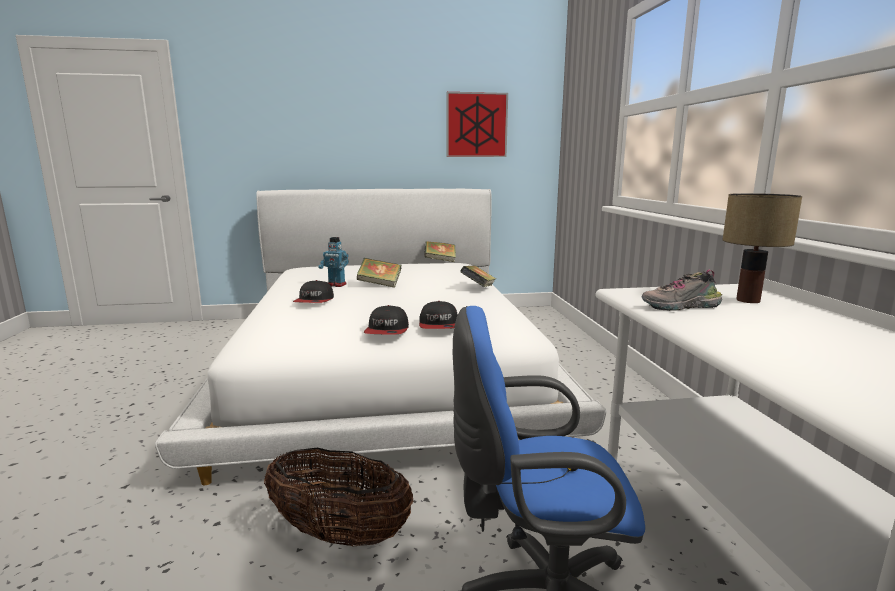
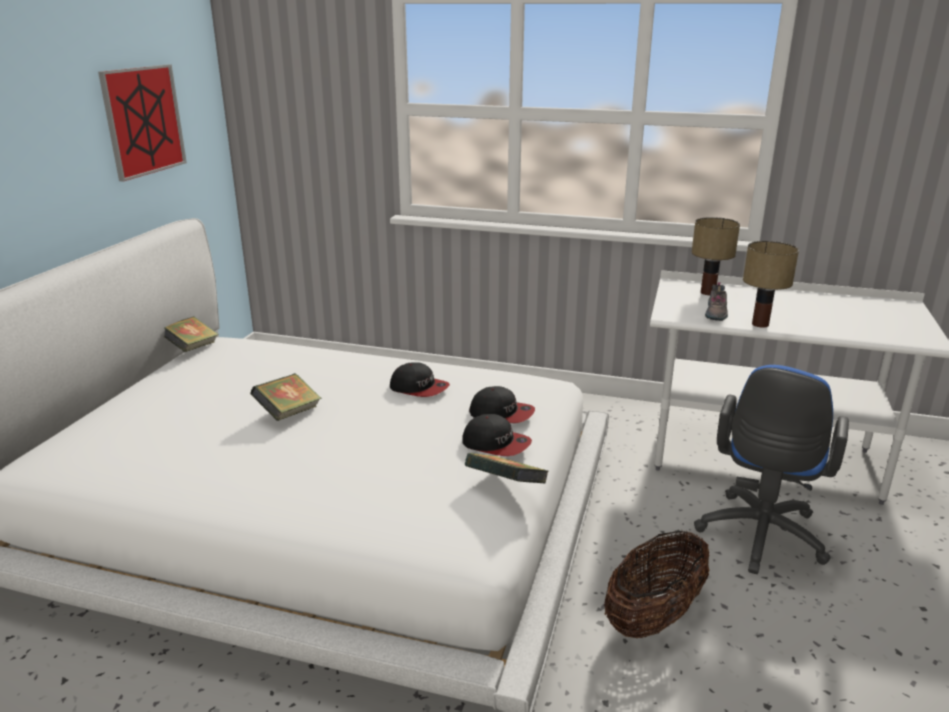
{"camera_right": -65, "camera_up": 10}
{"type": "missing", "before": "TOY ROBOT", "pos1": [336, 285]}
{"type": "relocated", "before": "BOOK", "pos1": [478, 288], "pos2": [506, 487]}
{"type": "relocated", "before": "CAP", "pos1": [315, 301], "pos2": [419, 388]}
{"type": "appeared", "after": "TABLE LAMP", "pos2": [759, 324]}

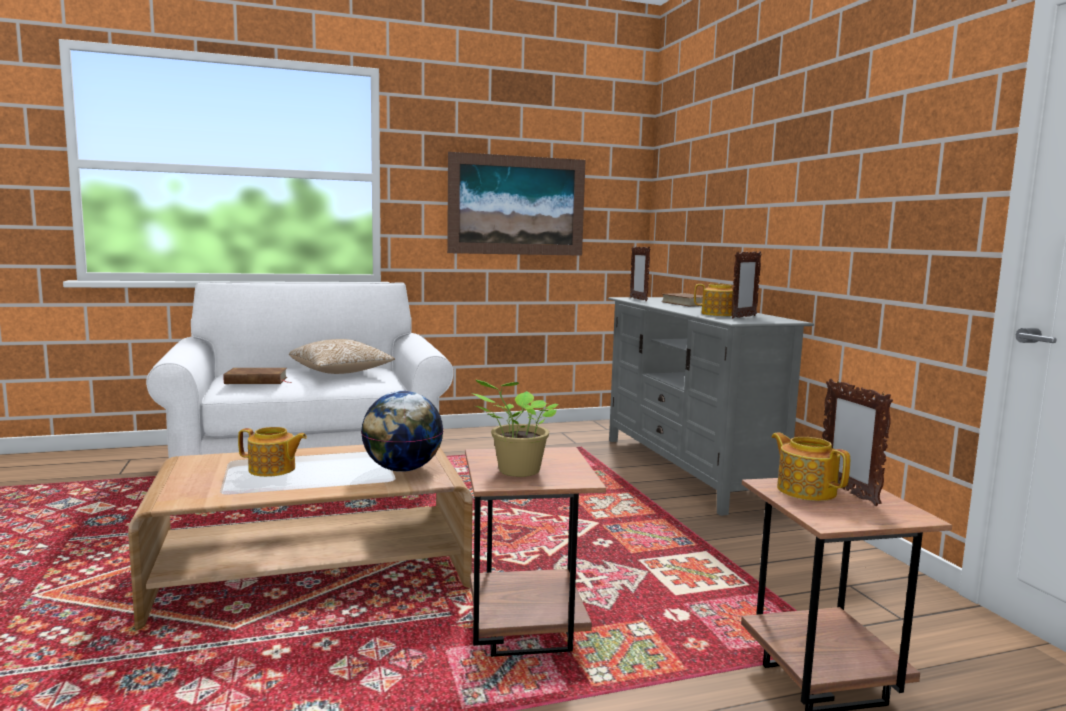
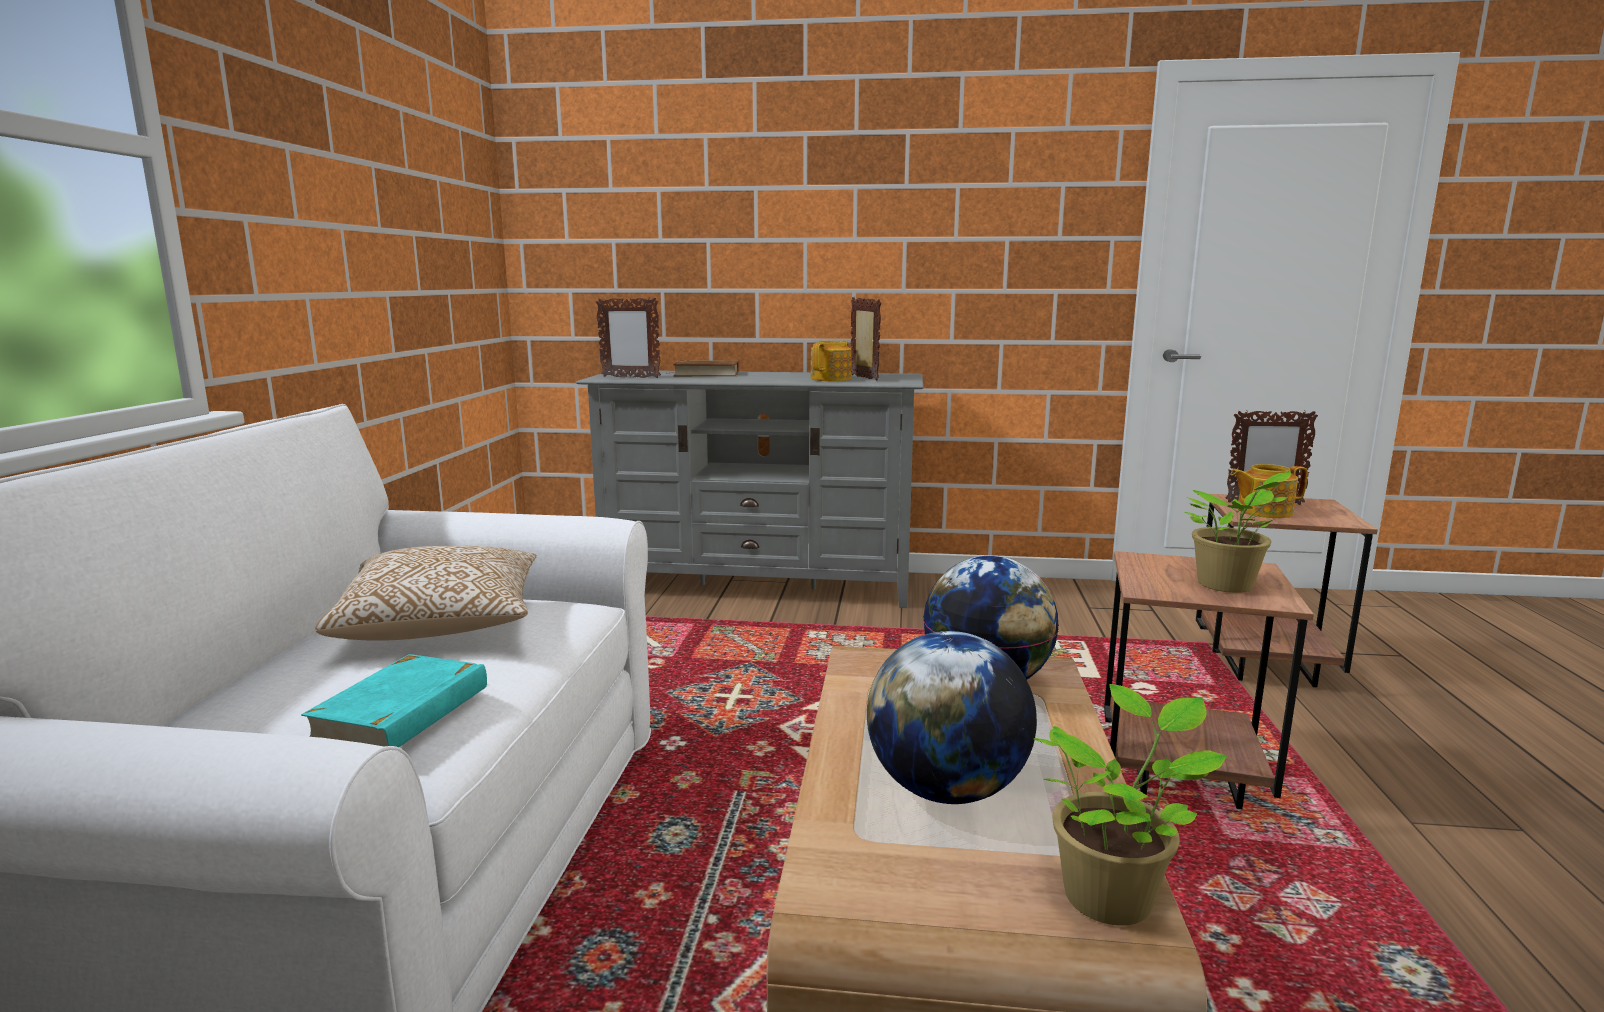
{"camera_right": -65, "camera_up": 5}
{"type": "missing", "before": "PICTURE", "pos1": [517, 205]}
{"type": "colour", "before": "BROWN BOOK", "after": "TURQUOISE BOOK", "pos1": [256, 380], "pos2": [403, 712]}
{"type": "exchanged", "before": "TEAPOT", "after": "GLOBE", "pos1": [273, 469], "pos2": [947, 790]}
{"type": "appeared", "after": "POTTED PLANT", "pos2": [1112, 895]}

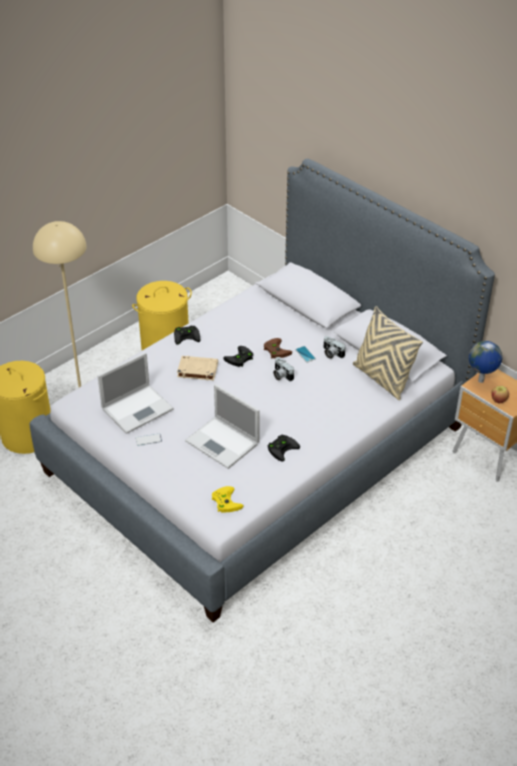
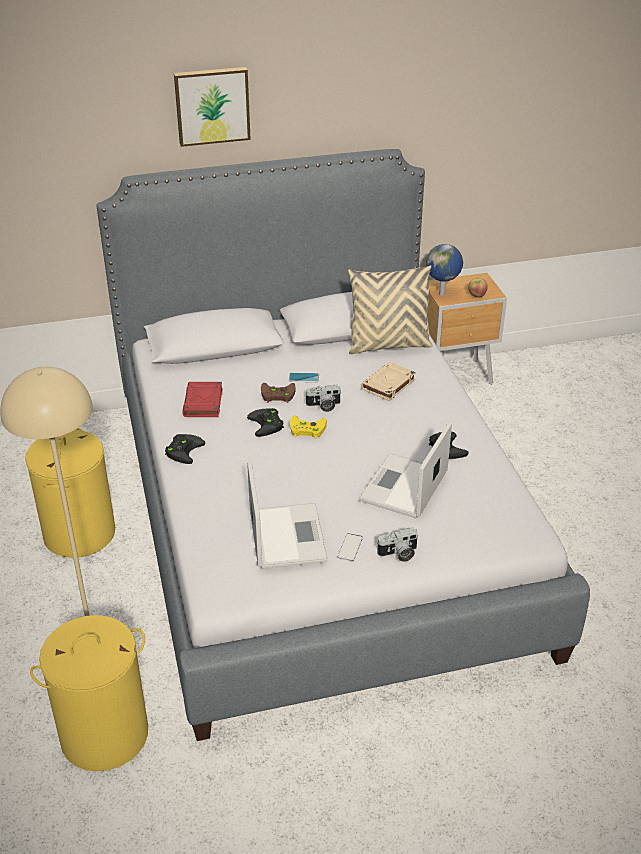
{"camera_right": -60, "camera_up": -5}
{"type": "relocated", "before": "PHOTO CAMERA", "pos1": [331, 353], "pos2": [398, 554]}
{"type": "relocated", "before": "BEIGE BOOK", "pos1": [197, 370], "pos2": [388, 385]}
{"type": "spun", "before": "LAPTOP", "pos1": [223, 443], "pos2": [403, 488], "turn": 135}
{"type": "relocated", "before": "YELLOW GAME CONTROLLER", "pos1": [225, 501], "pos2": [306, 429]}
{"type": "appeared", "after": "PICTURE", "pos2": [212, 105]}
{"type": "appeared", "after": "RED BOOK", "pos2": [203, 403]}

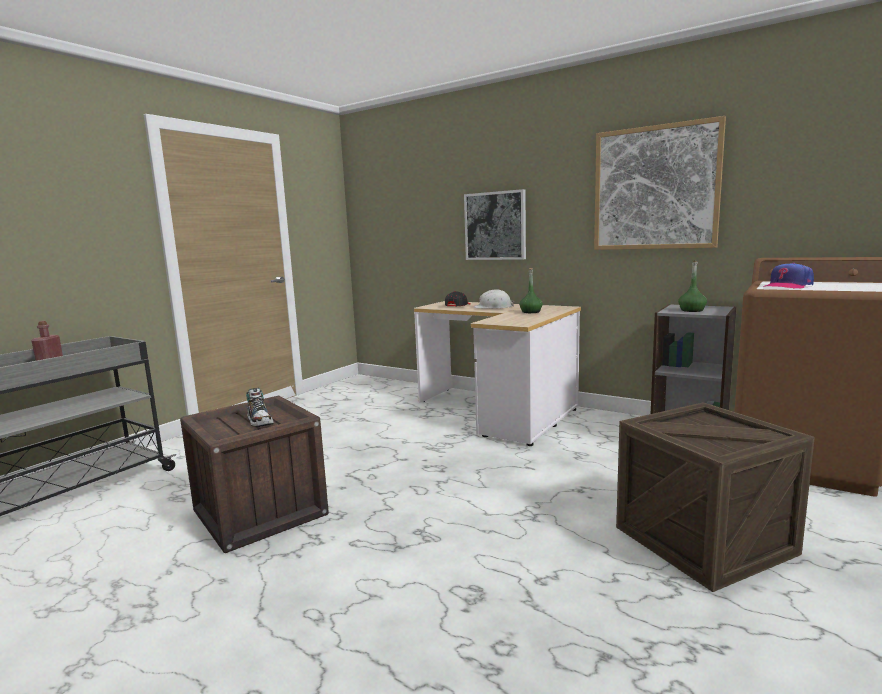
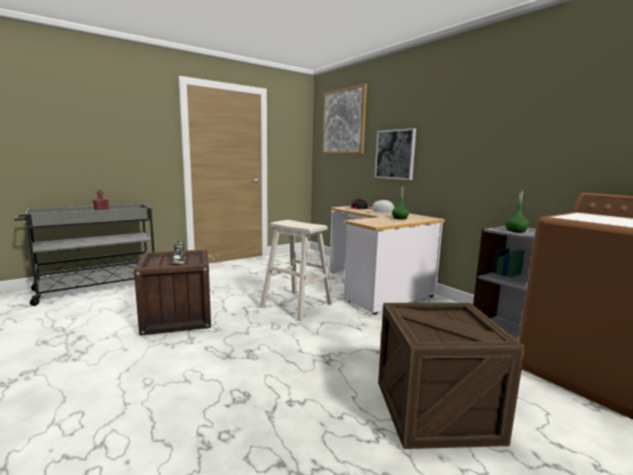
{"camera_right": 20, "camera_up": 0}
{"type": "relocated", "before": "PICTURE", "pos1": [655, 188], "pos2": [344, 121]}
{"type": "missing", "before": "CAP", "pos1": [787, 286]}
{"type": "appeared", "after": "BEIGE STOOL", "pos2": [296, 305]}

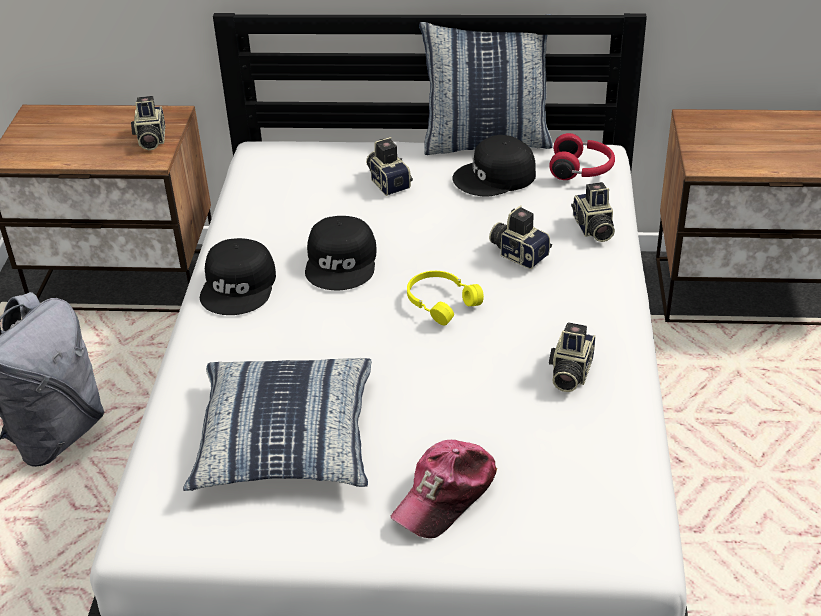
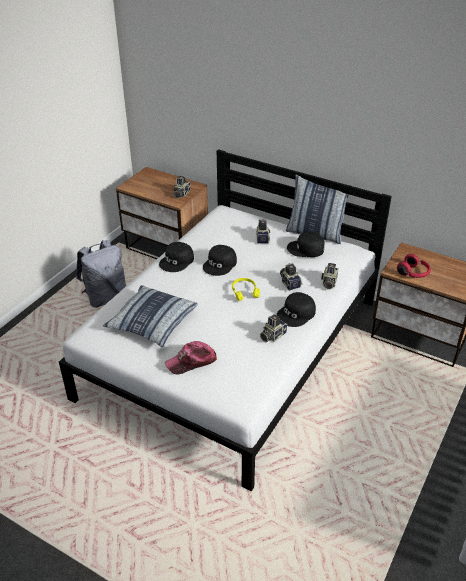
{"camera_right": 25, "camera_up": 0}
{"type": "relocated", "before": "RED HEADPHONES", "pos1": [582, 170], "pos2": [413, 273]}
{"type": "appeared", "after": "BLACK CAP", "pos2": [296, 314]}

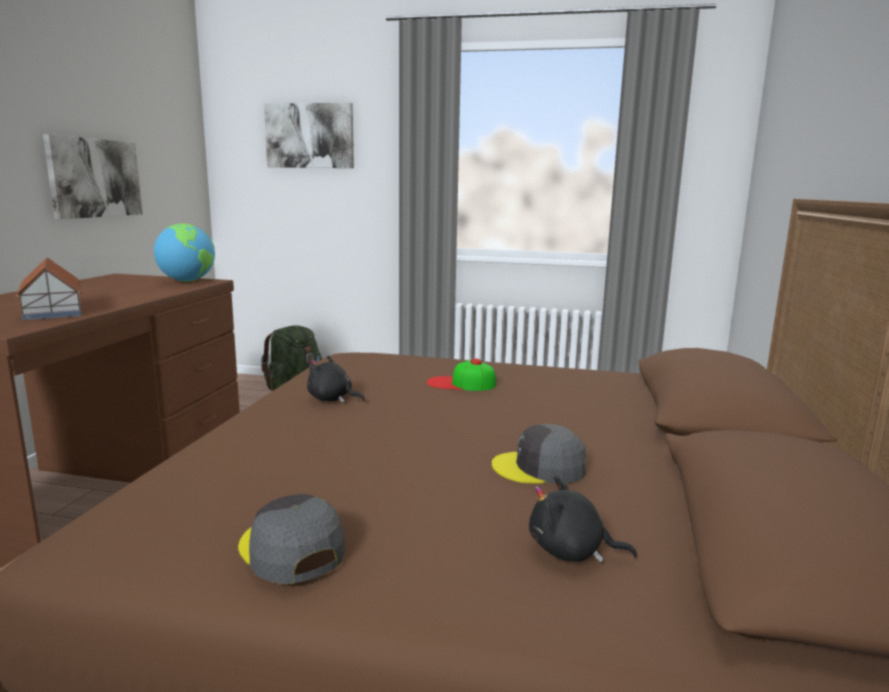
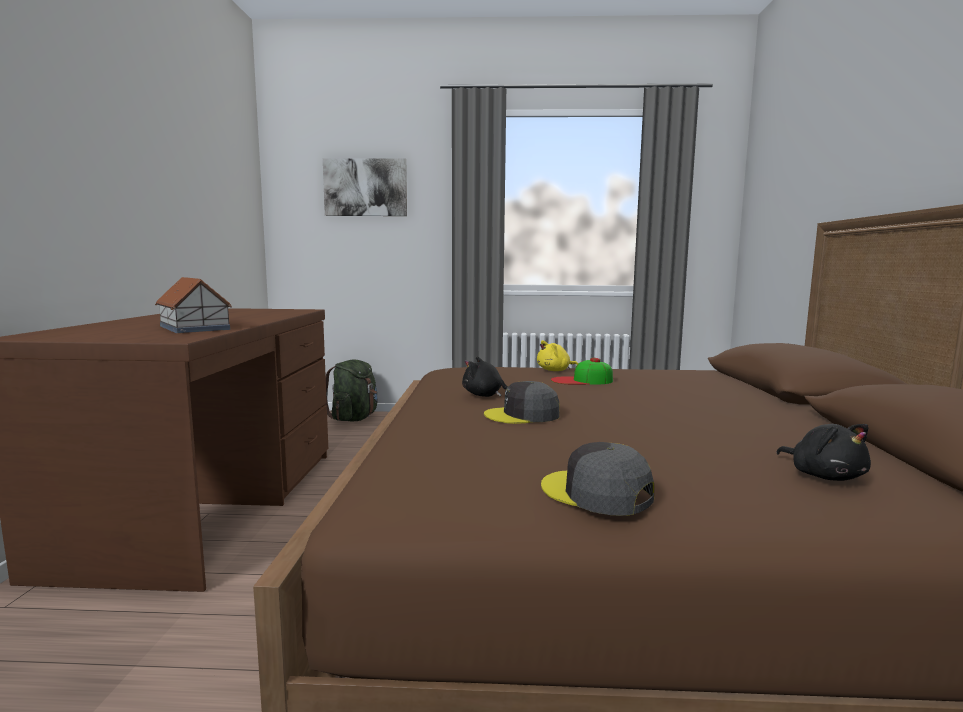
{"camera_right": -10, "camera_up": -5}
{"type": "missing", "before": "PICTURE", "pos1": [94, 178]}
{"type": "missing", "before": "GLOBE", "pos1": [187, 281]}
{"type": "relocated", "before": "GREY CAP", "pos1": [540, 468], "pos2": [522, 415]}
{"type": "spun", "before": "BLACK PLUSH TOY", "pos1": [571, 552], "pos2": [824, 476], "turn": -120}
{"type": "appeared", "after": "YELLOW PLUSH TOY", "pos2": [555, 370]}

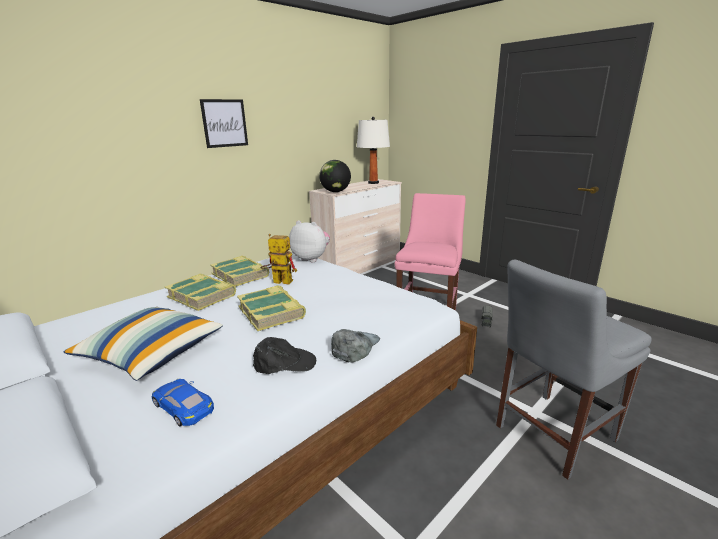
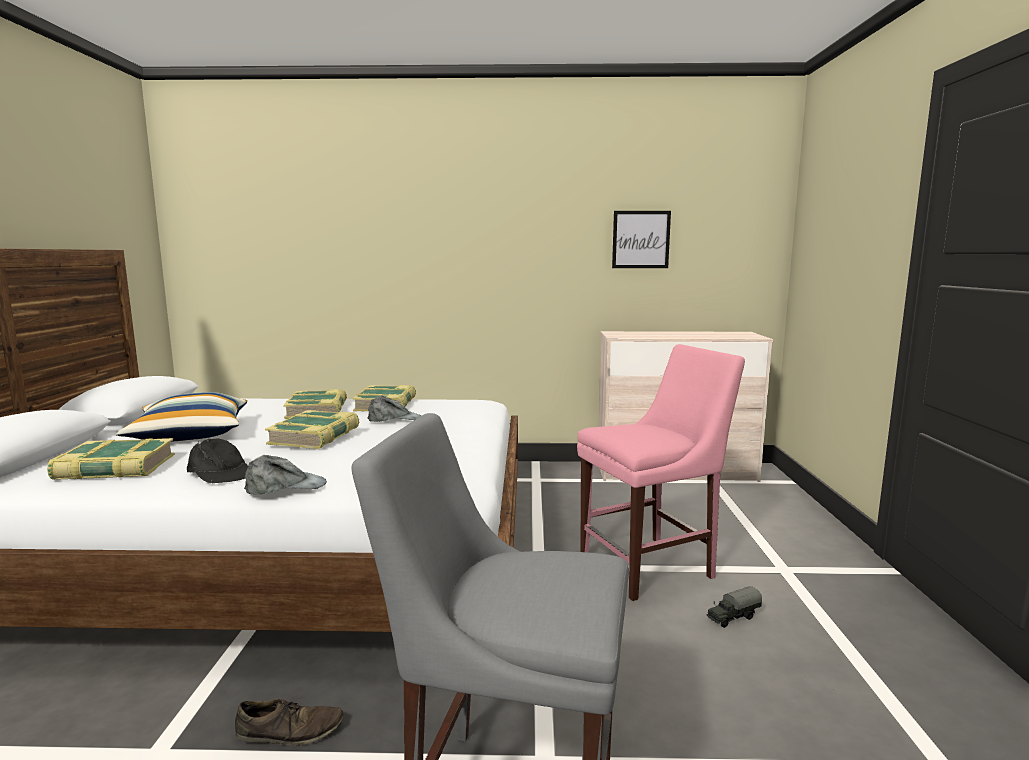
{"camera_right": 45, "camera_up": -10}
{"type": "relocated", "before": "PICTURE", "pos1": [224, 123], "pos2": [641, 239]}
{"type": "missing", "before": "WHITE TABLE LAMP", "pos1": [373, 183]}
{"type": "missing", "before": "GLOBE", "pos1": [335, 192]}
{"type": "missing", "before": "PLUSH TOY", "pos1": [311, 259]}
{"type": "exchanged", "before": "TOY ROBOT", "after": "GREY CAP", "pos1": [278, 282], "pos2": [395, 418]}
{"type": "exchanged", "before": "BLUE TOY CAR", "after": "BOOK", "pos1": [183, 406], "pos2": [115, 468]}
{"type": "appeared", "after": "BROWN SHOE", "pos2": [290, 731]}

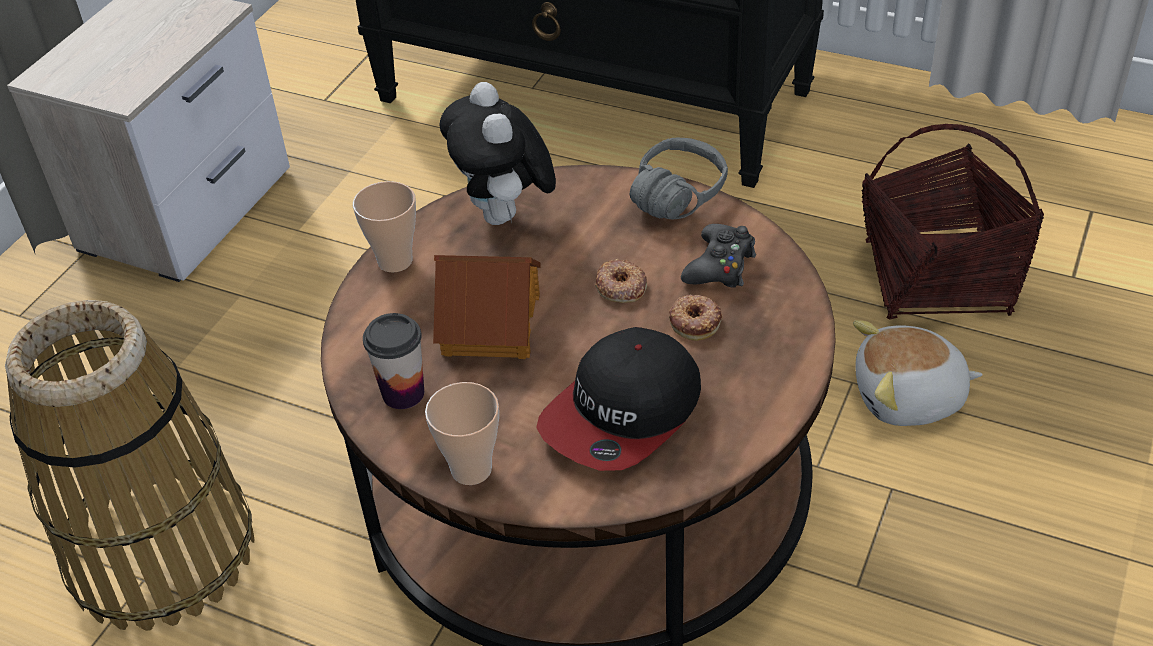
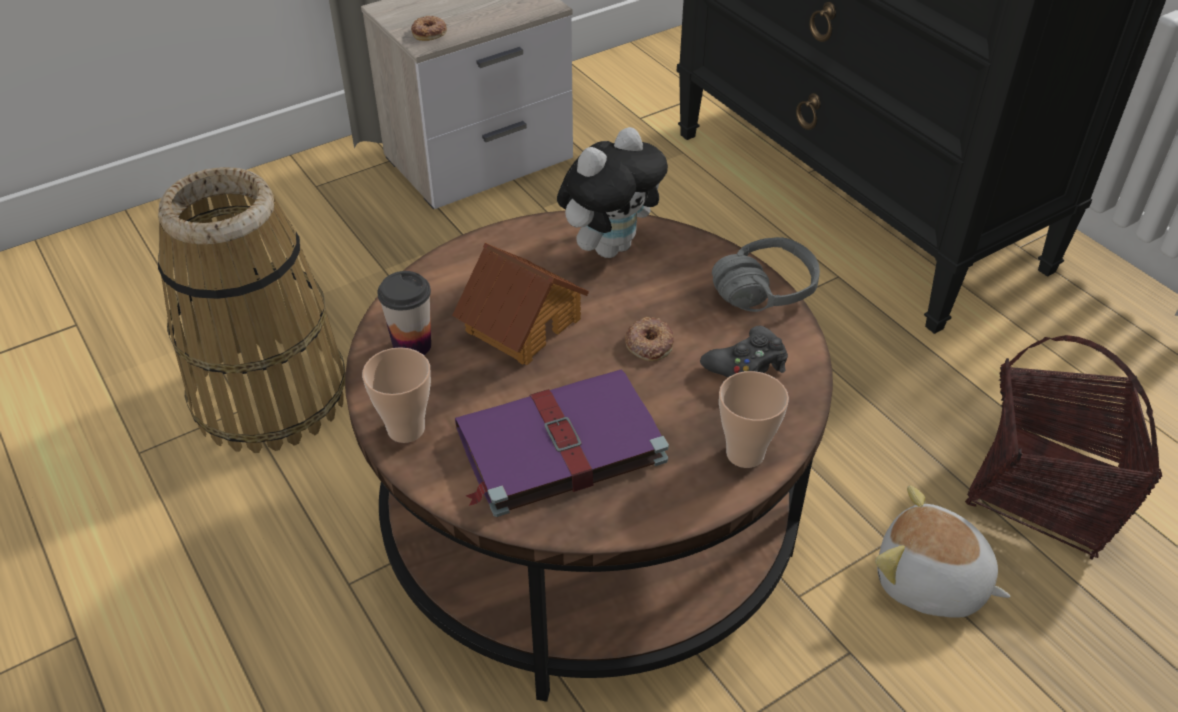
{"camera_right": 30, "camera_up": 0}
{"type": "spun", "before": "PLUSH TOY", "pos1": [505, 217], "pos2": [610, 246], "turn": -150}
{"type": "relocated", "before": "CUP", "pos1": [395, 261], "pos2": [745, 454]}
{"type": "relocated", "before": "DONUT", "pos1": [695, 321], "pos2": [429, 32]}
{"type": "exchanged", "before": "CAP", "after": "PURPLE BOOK", "pos1": [623, 413], "pos2": [557, 446]}

